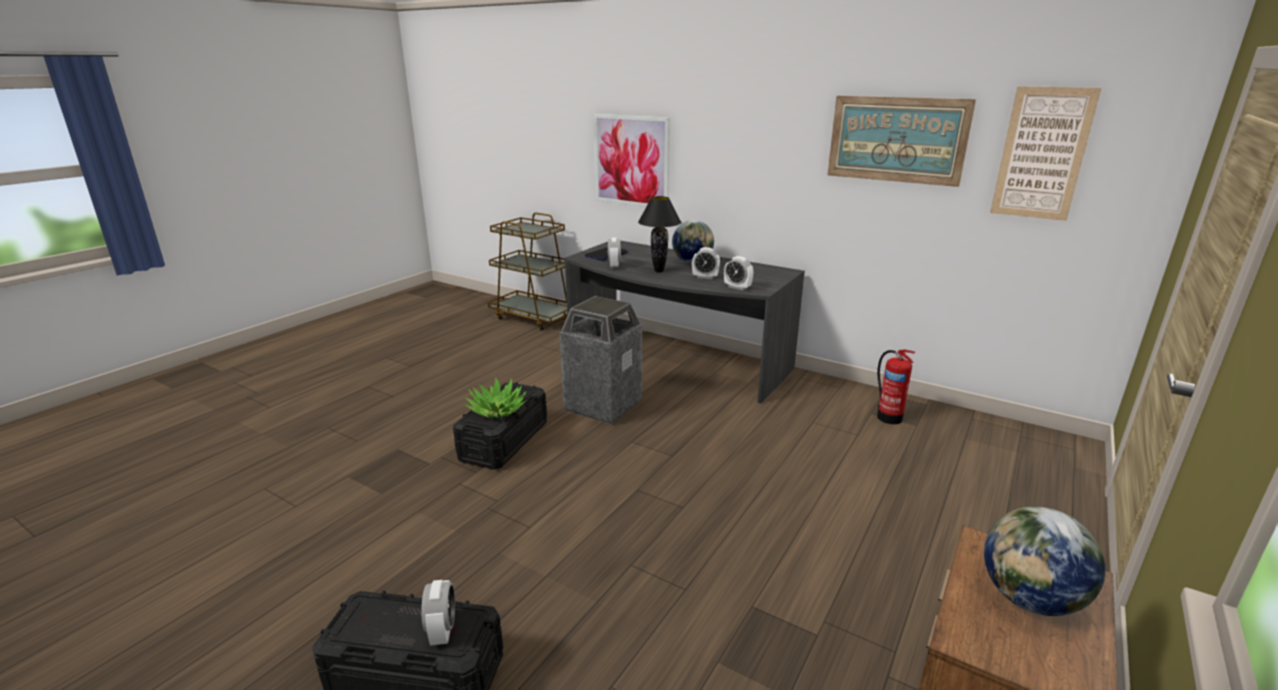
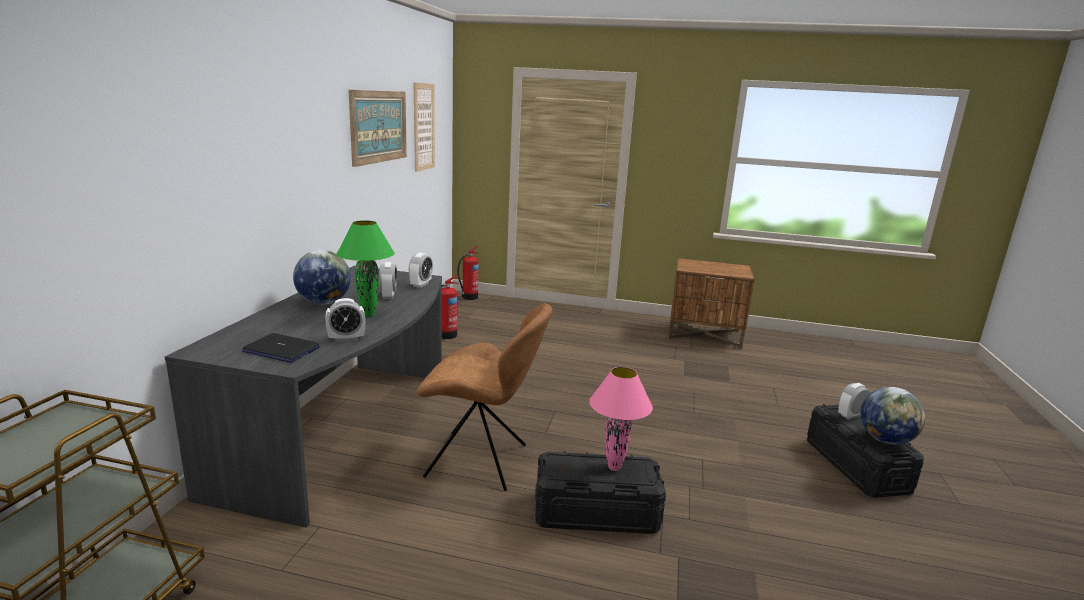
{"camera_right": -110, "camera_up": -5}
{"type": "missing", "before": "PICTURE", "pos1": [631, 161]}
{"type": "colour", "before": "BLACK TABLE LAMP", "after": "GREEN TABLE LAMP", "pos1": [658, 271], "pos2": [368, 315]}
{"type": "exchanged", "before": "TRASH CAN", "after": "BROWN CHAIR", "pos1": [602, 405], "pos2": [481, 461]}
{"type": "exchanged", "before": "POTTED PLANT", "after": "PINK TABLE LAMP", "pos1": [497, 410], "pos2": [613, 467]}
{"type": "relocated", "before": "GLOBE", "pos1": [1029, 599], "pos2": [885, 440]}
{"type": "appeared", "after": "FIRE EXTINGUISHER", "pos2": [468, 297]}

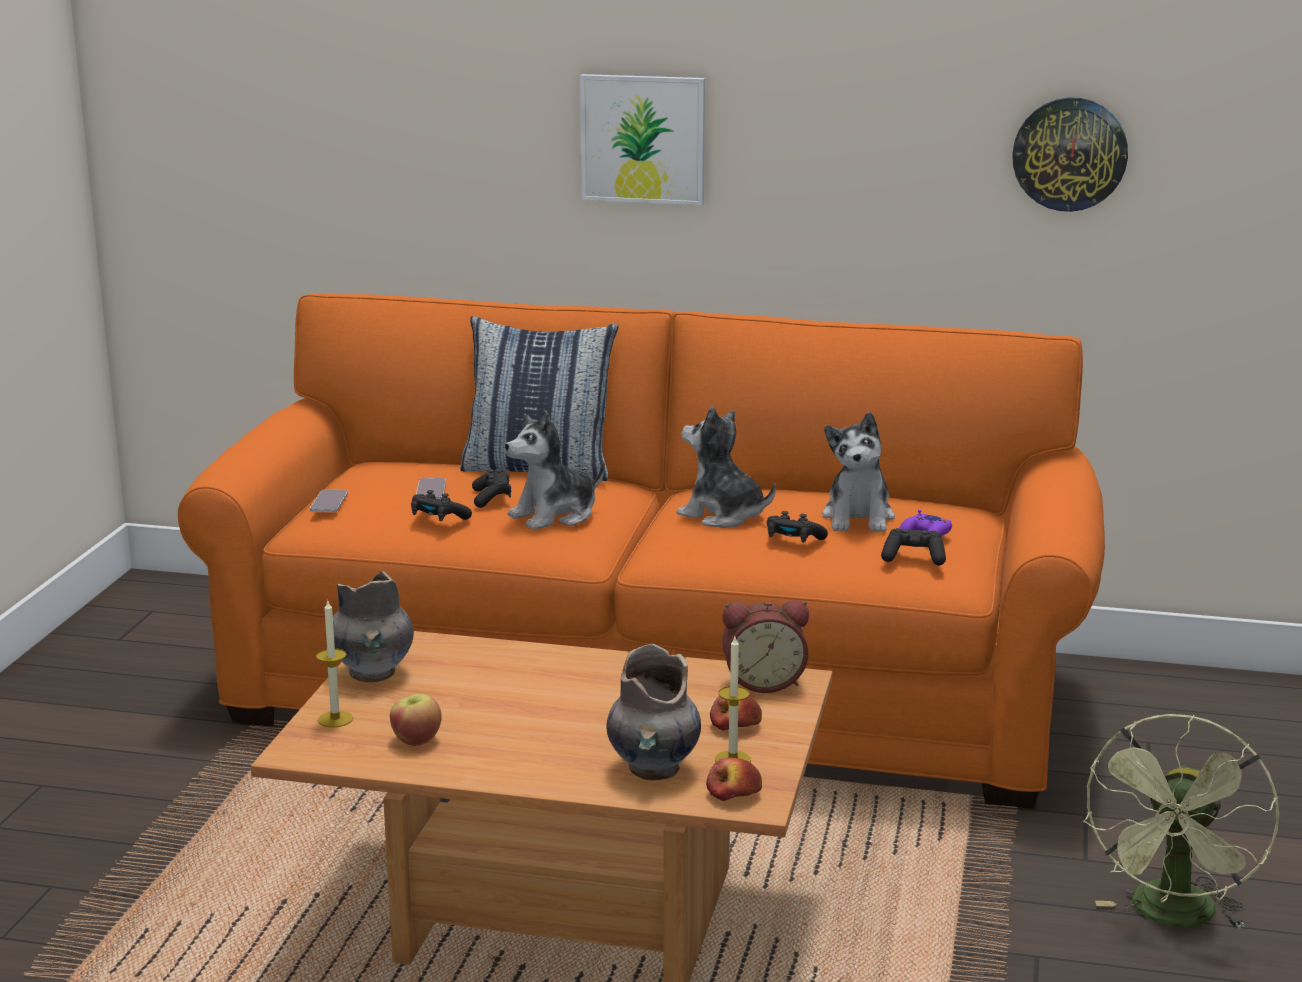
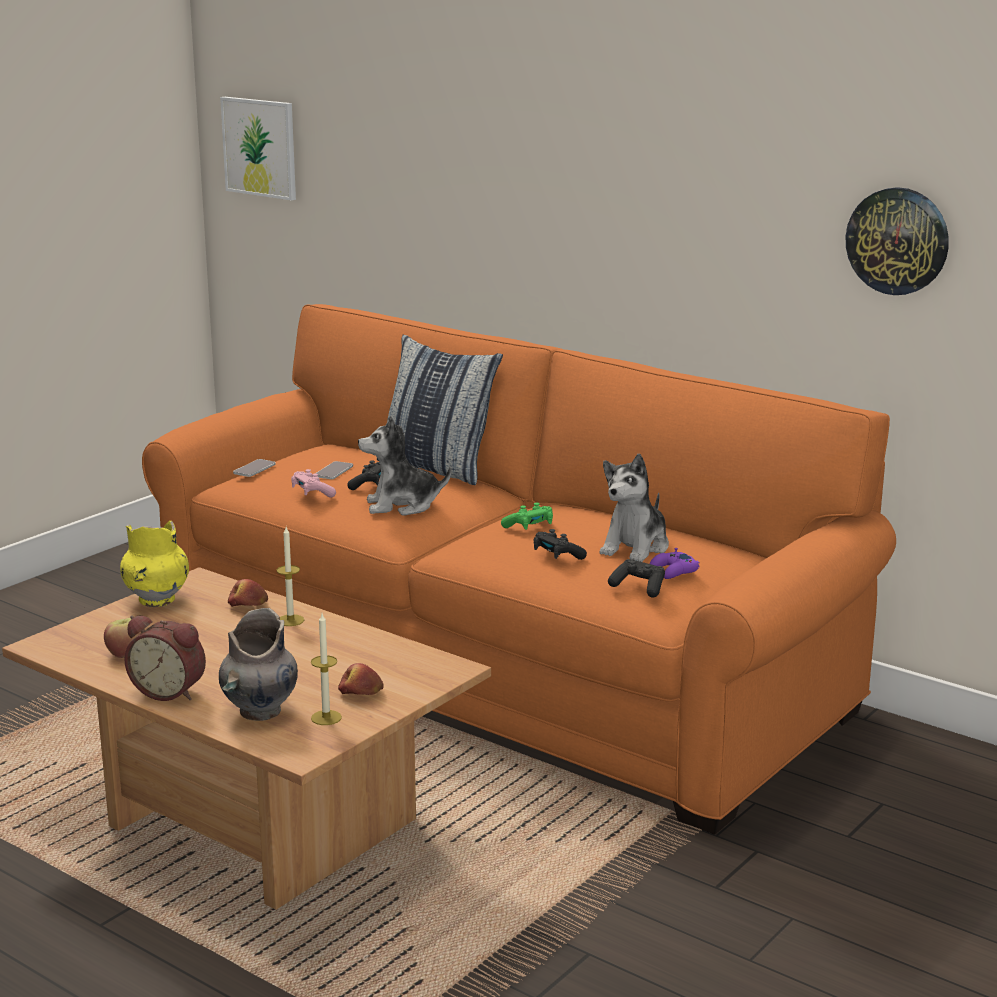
{"camera_right": 25, "camera_up": 0}
{"type": "relocated", "before": "PICTURE", "pos1": [643, 139], "pos2": [260, 147]}
{"type": "exchanged", "before": "PLUSH TOY", "after": "GREEN GAME CONTROLLER", "pos1": [723, 516], "pos2": [529, 527]}
{"type": "colour", "before": "BLACK GAME CONTROLLER", "after": "PINK GAME CONTROLLER", "pos1": [438, 518], "pos2": [312, 493]}
{"type": "colour", "before": "GREY VASE", "after": "YELLOW VASE", "pos1": [372, 673], "pos2": [157, 600]}
{"type": "relocated", "before": "ALARM CLOCK", "pos1": [763, 682], "pos2": [170, 691]}
{"type": "relocated", "before": "CANDLE", "pos1": [335, 719], "pos2": [290, 620]}
{"type": "missing", "before": "GREEN FAN", "pos1": [1173, 917]}
{"type": "relocated", "before": "APPLE", "pos1": [734, 794], "pos2": [248, 605]}

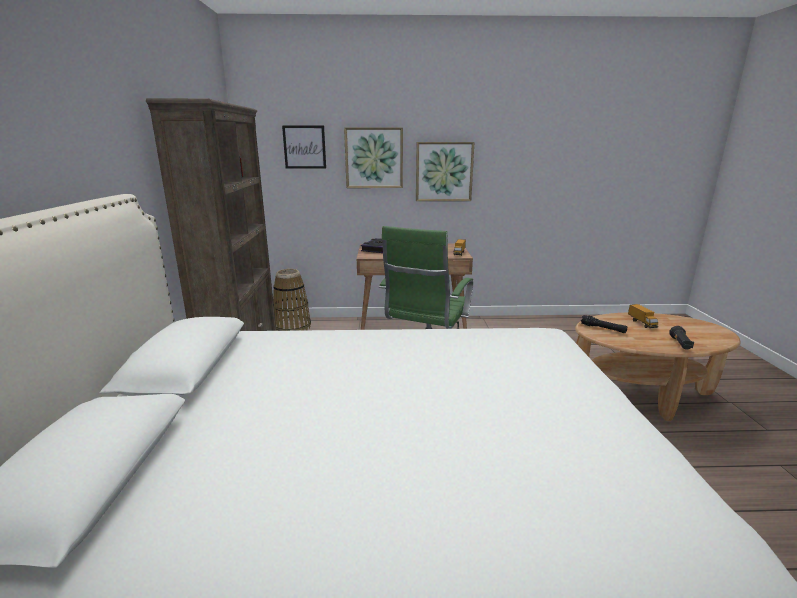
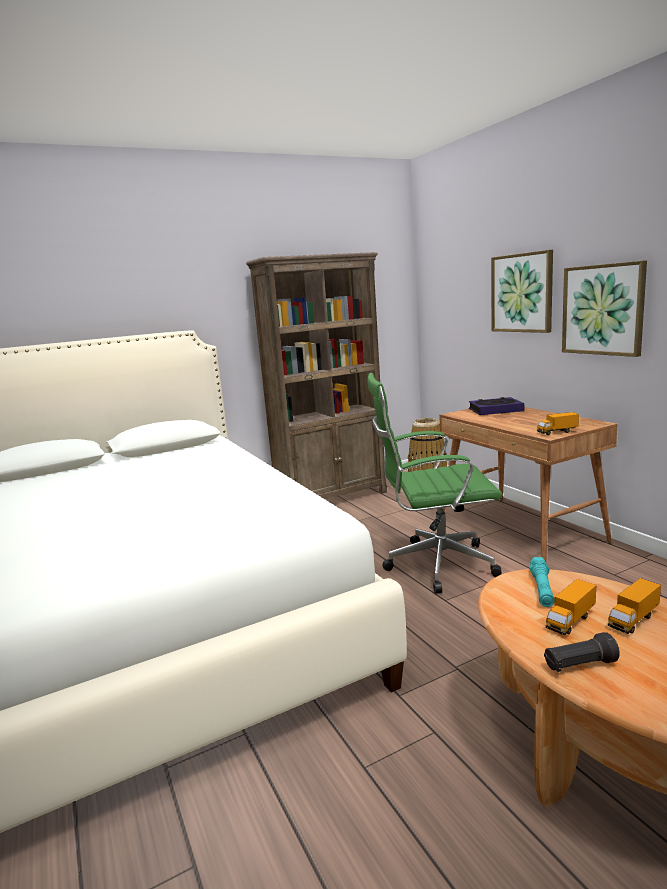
{"camera_right": 65, "camera_up": -5}
{"type": "missing", "before": "PICTURE", "pos1": [304, 147]}
{"type": "colour", "before": "BLACK FLASHLIGHT", "after": "TURQUOISE FLASHLIGHT", "pos1": [603, 328], "pos2": [542, 588]}
{"type": "appeared", "after": "TOY TRUCK", "pos2": [570, 621]}

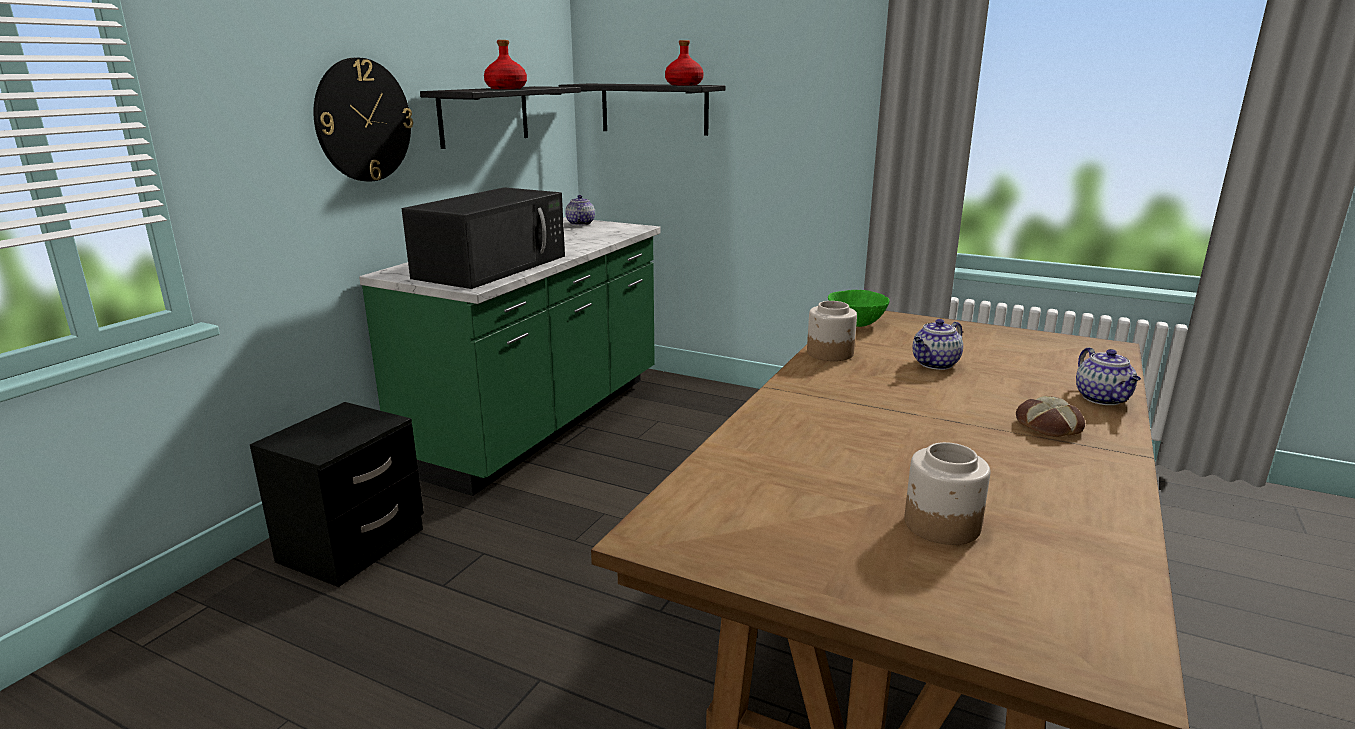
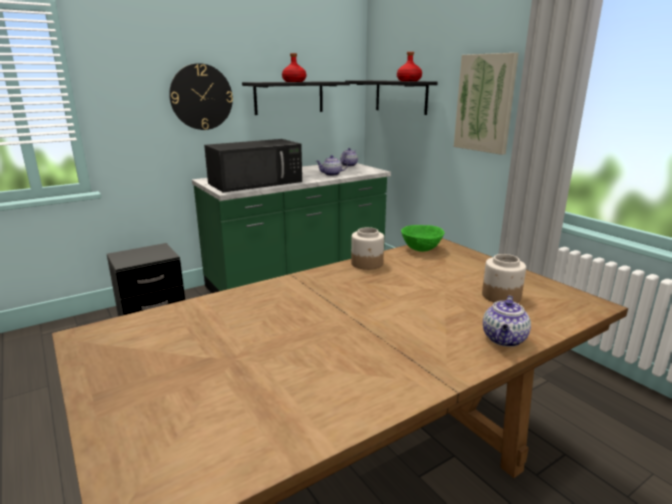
{"camera_right": 30, "camera_up": 0}
{"type": "relocated", "before": "TEAPOT", "pos1": [935, 364], "pos2": [331, 174]}
{"type": "missing", "before": "BREAD", "pos1": [1047, 426]}
{"type": "relocated", "before": "JAR", "pos1": [941, 525], "pos2": [500, 296]}
{"type": "appeared", "after": "PICTURE", "pos2": [485, 103]}

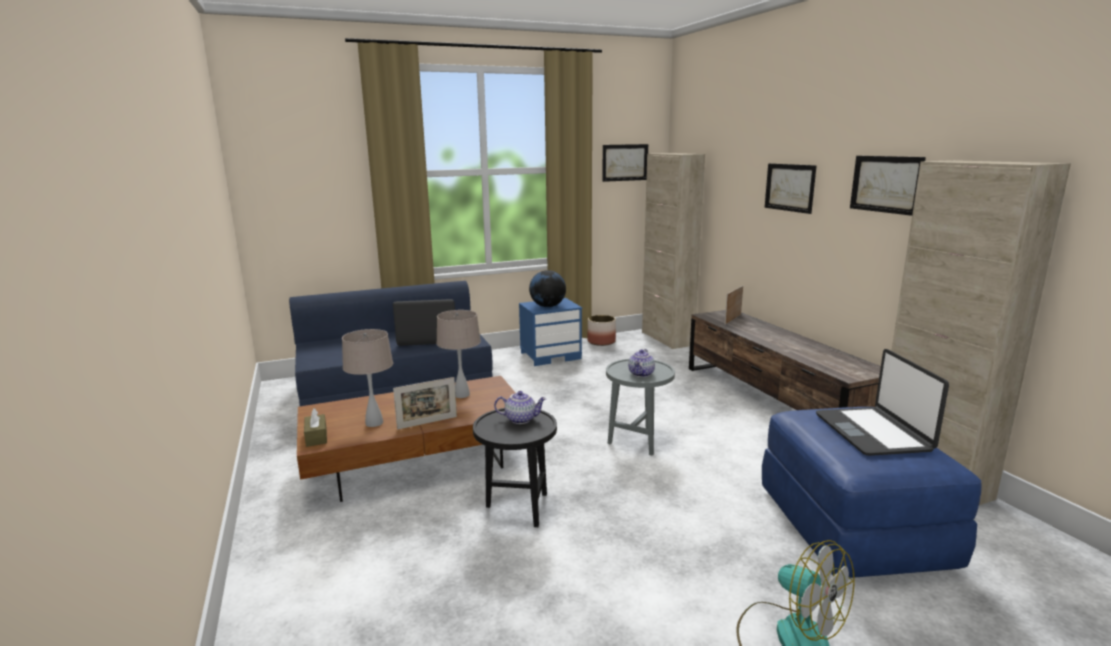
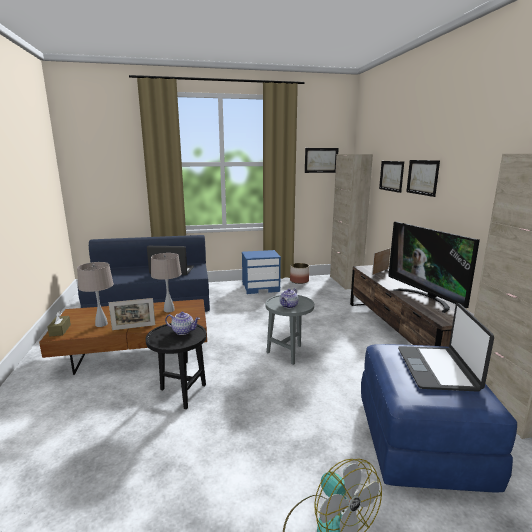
{"camera_right": 10, "camera_up": 0}
{"type": "relocated", "before": "PICTURE", "pos1": [886, 184], "pos2": [391, 176]}
{"type": "missing", "before": "GLOBE", "pos1": [548, 306]}
{"type": "appeared", "after": "TELEVISION", "pos2": [425, 299]}

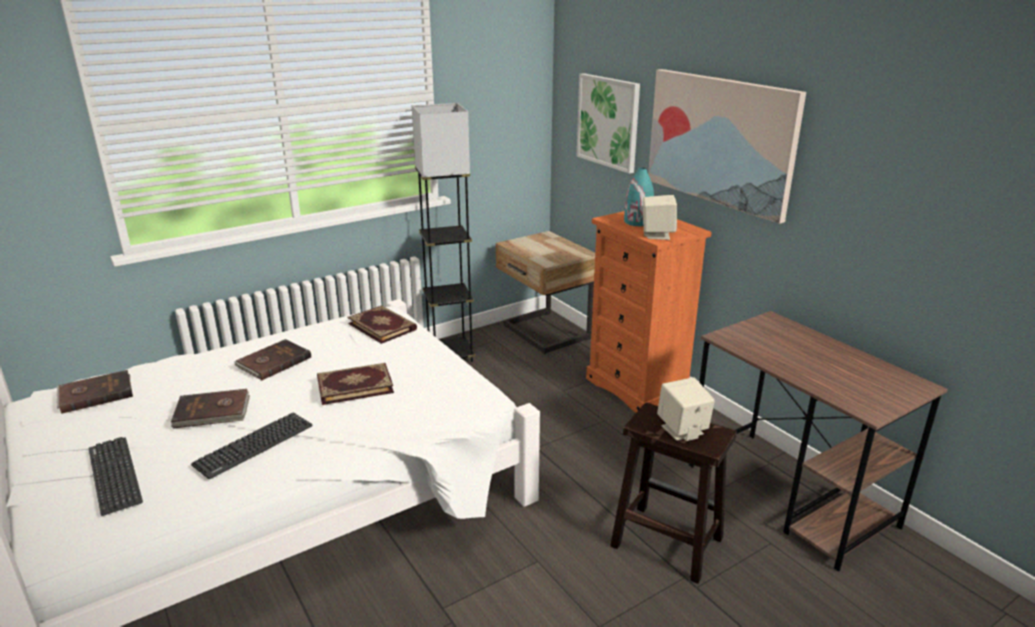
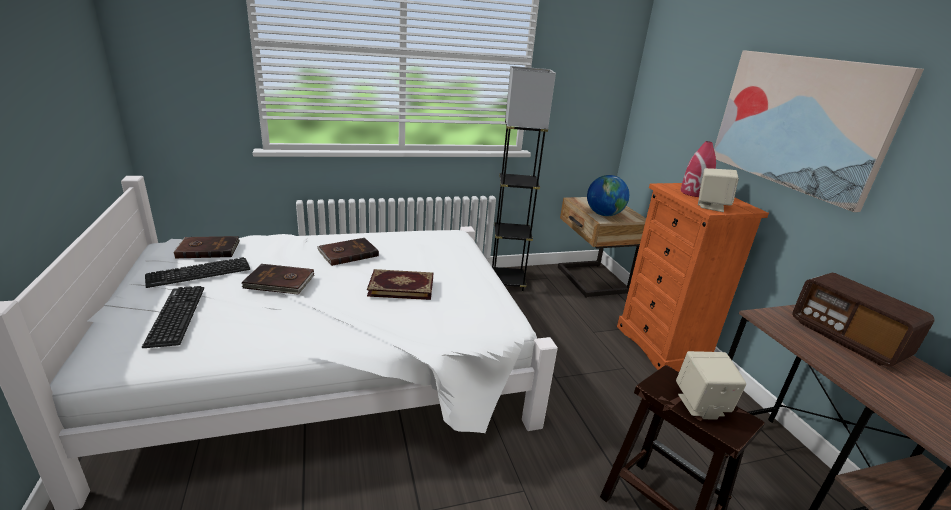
{"camera_right": 15, "camera_up": 0}
{"type": "missing", "before": "PICTURE", "pos1": [608, 122]}
{"type": "colour", "before": "TURQUOISE VASE", "after": "RED VASE", "pos1": [638, 222], "pos2": [694, 193]}
{"type": "missing", "before": "BOOK", "pos1": [383, 326]}
{"type": "relocated", "before": "KEYBOARD", "pos1": [254, 445], "pos2": [199, 273]}
{"type": "appeared", "after": "GLOBE", "pos2": [603, 214]}
{"type": "appeared", "after": "RADIO", "pos2": [847, 339]}

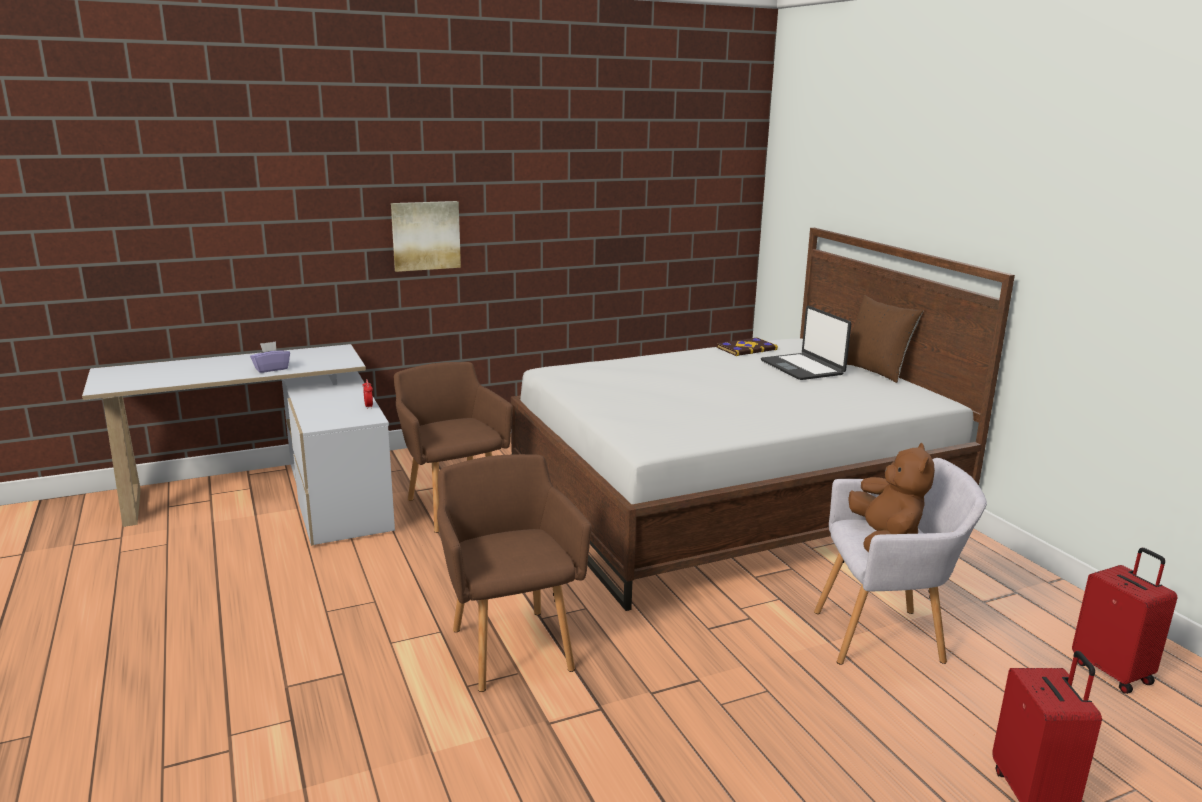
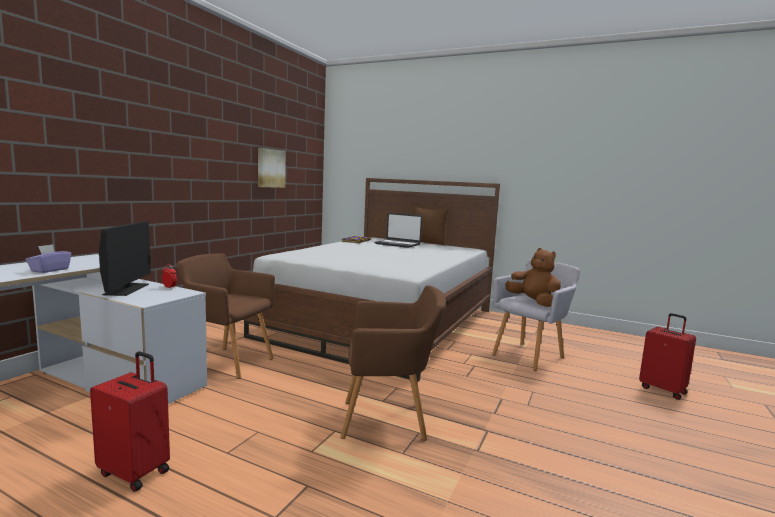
{"camera_right": -40, "camera_up": -10}
{"type": "relocated", "before": "PICTURE", "pos1": [425, 235], "pos2": [270, 168]}
{"type": "spun", "before": "BROWN ARMCHAIR", "pos1": [510, 644], "pos2": [388, 420], "turn": 150}
{"type": "relocated", "before": "RED SUITCASE", "pos1": [1113, 672], "pos2": [136, 472]}
{"type": "appeared", "after": "MONITOR", "pos2": [126, 289]}

